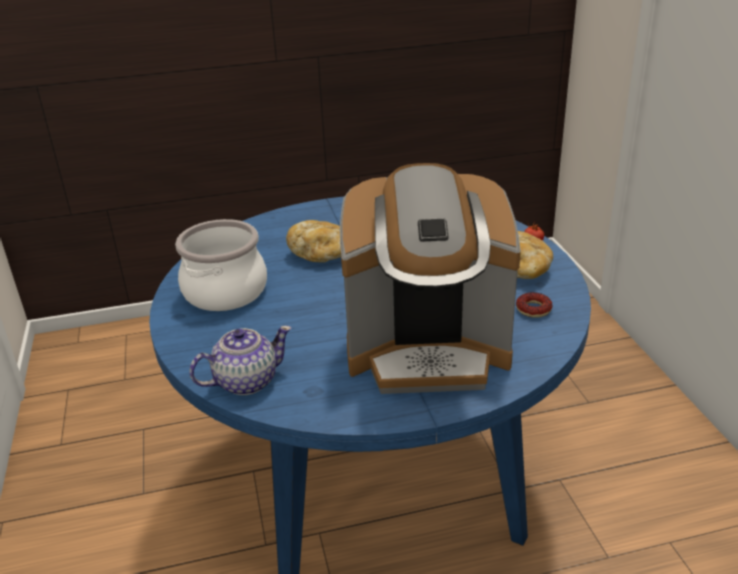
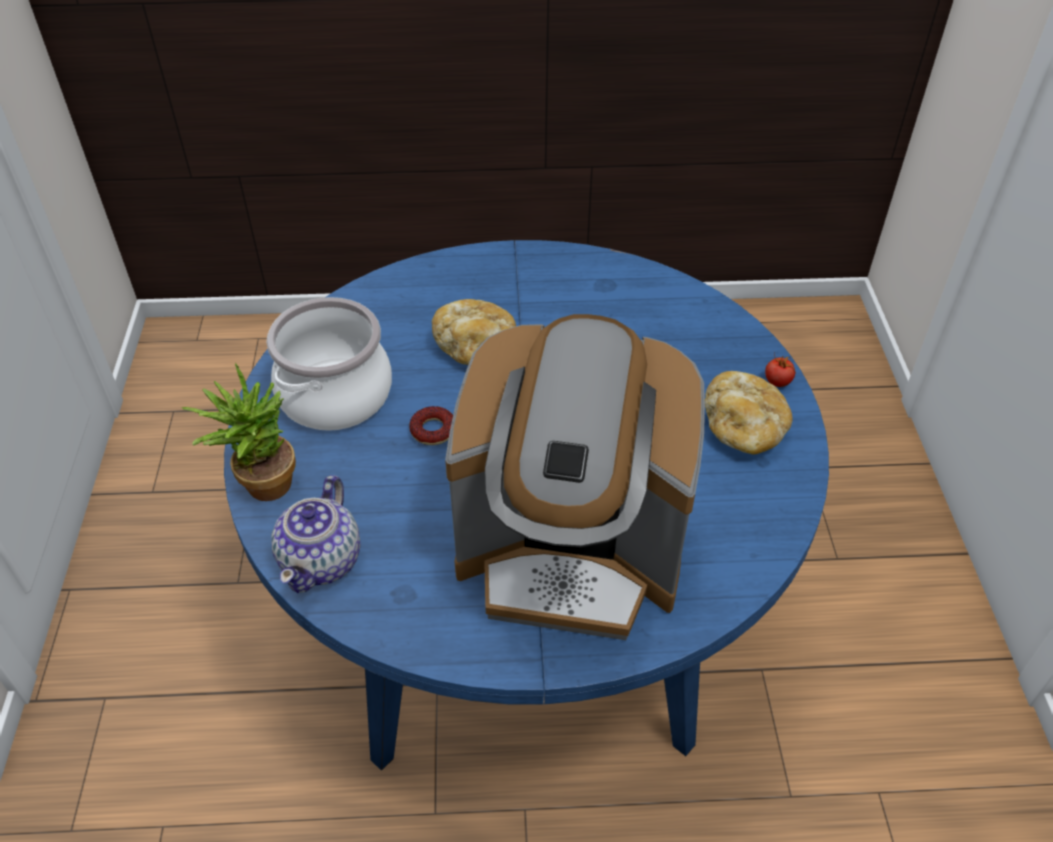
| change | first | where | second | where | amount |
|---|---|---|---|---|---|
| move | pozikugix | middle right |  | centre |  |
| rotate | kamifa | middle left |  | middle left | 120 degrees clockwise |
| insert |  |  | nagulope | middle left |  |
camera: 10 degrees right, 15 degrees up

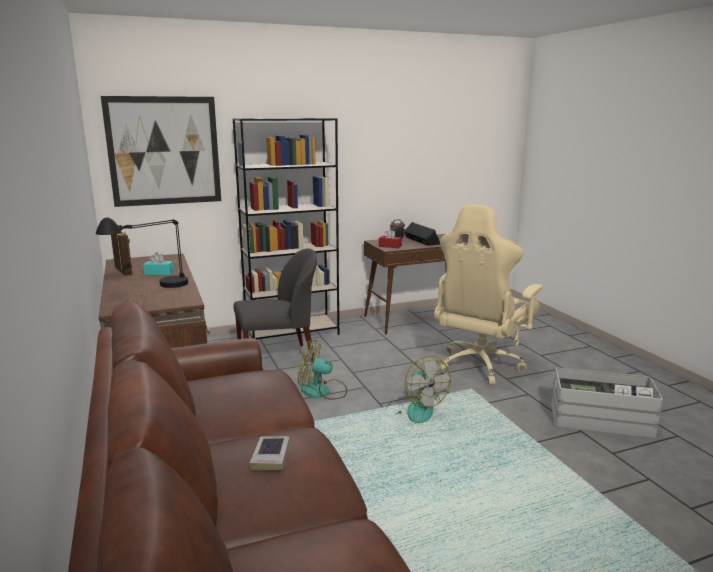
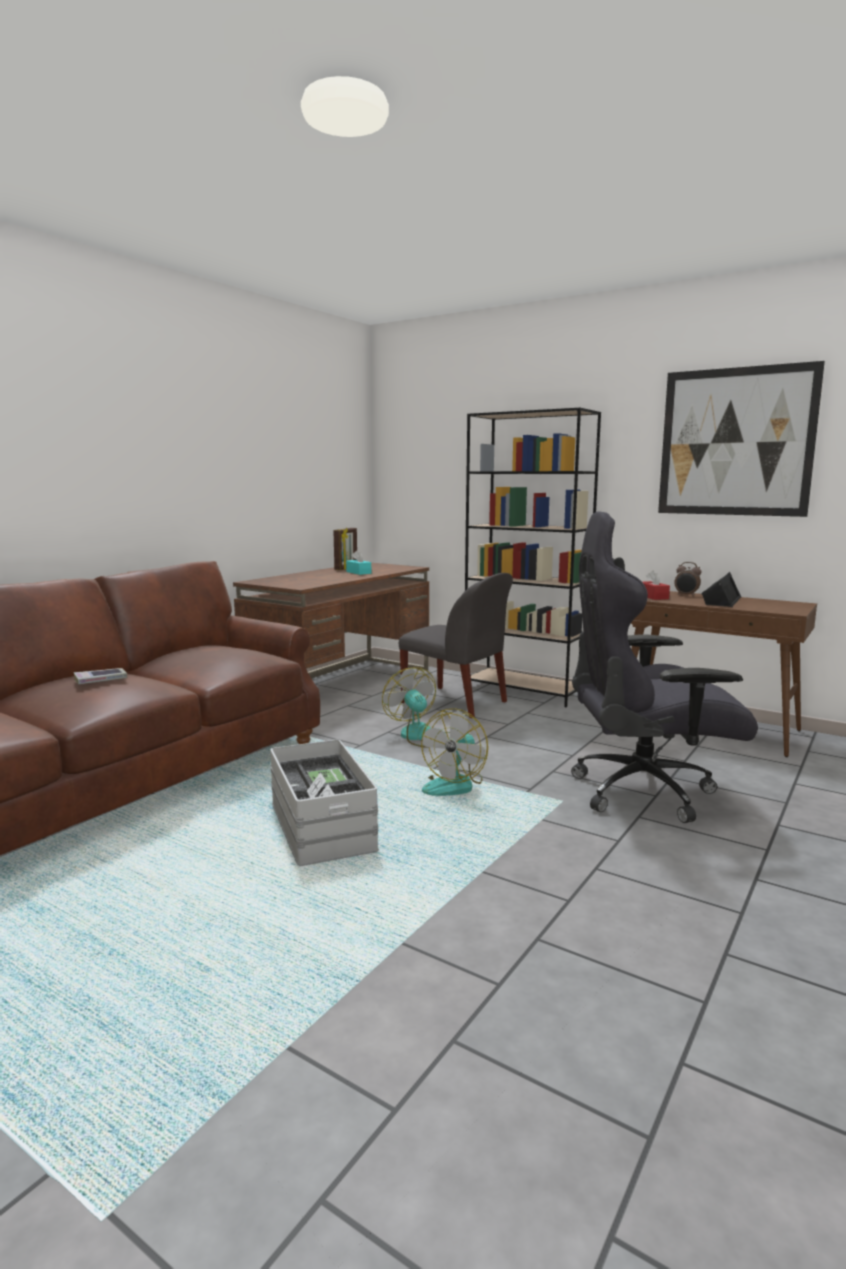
| change | first | where | second | where | amount |
|---|---|---|---|---|---|
| move | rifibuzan | top left |  | middle right |  |
| recolor | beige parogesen | middle right | black parogesen | middle right |  |
| delete | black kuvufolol | middle left |  |  |  |
| move | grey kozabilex | bottom right |  | centre |  |
camera: 55 degrees right, 5 degrees down

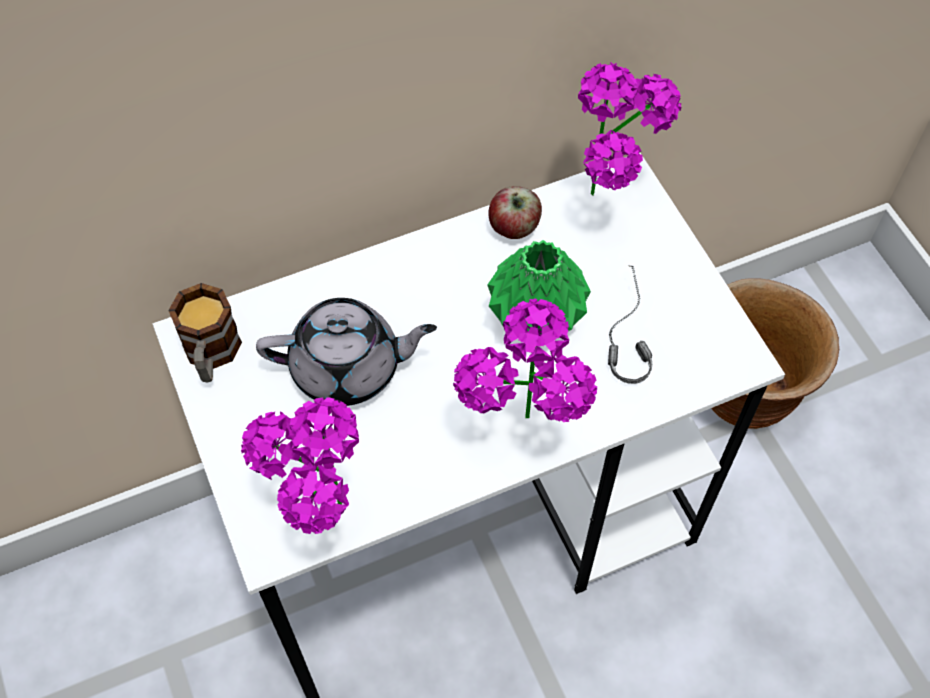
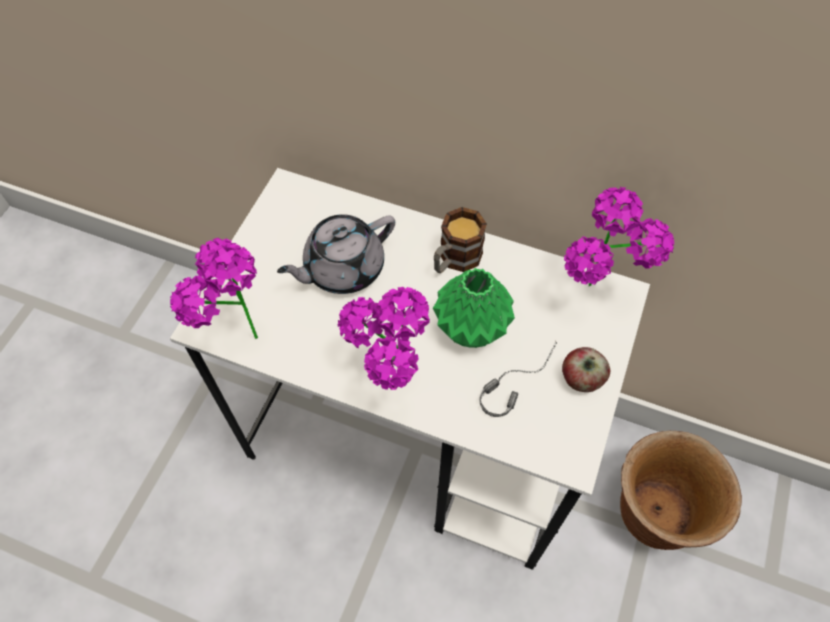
| change | first | where | second | where | amount |
|---|---|---|---|---|---|
| move | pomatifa | top centre |  | middle right |  |
| move | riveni | middle left |  | centre |  |
| rotate | grey kamifa | centre |  | centre | 105 degrees clockwise |
camera: 45 degrees right, 0 degrees up

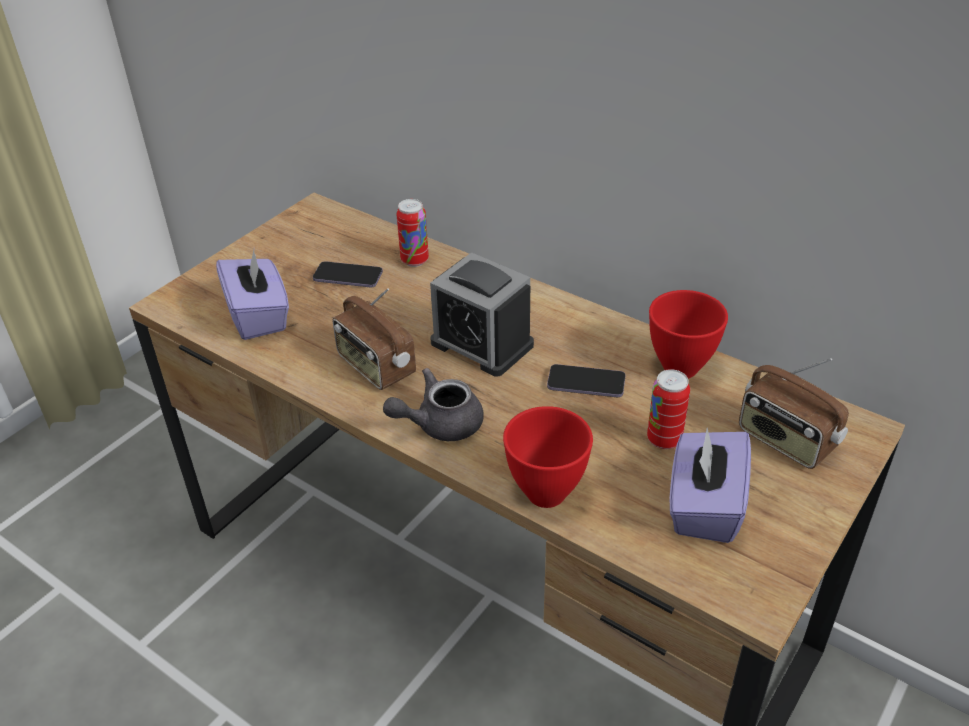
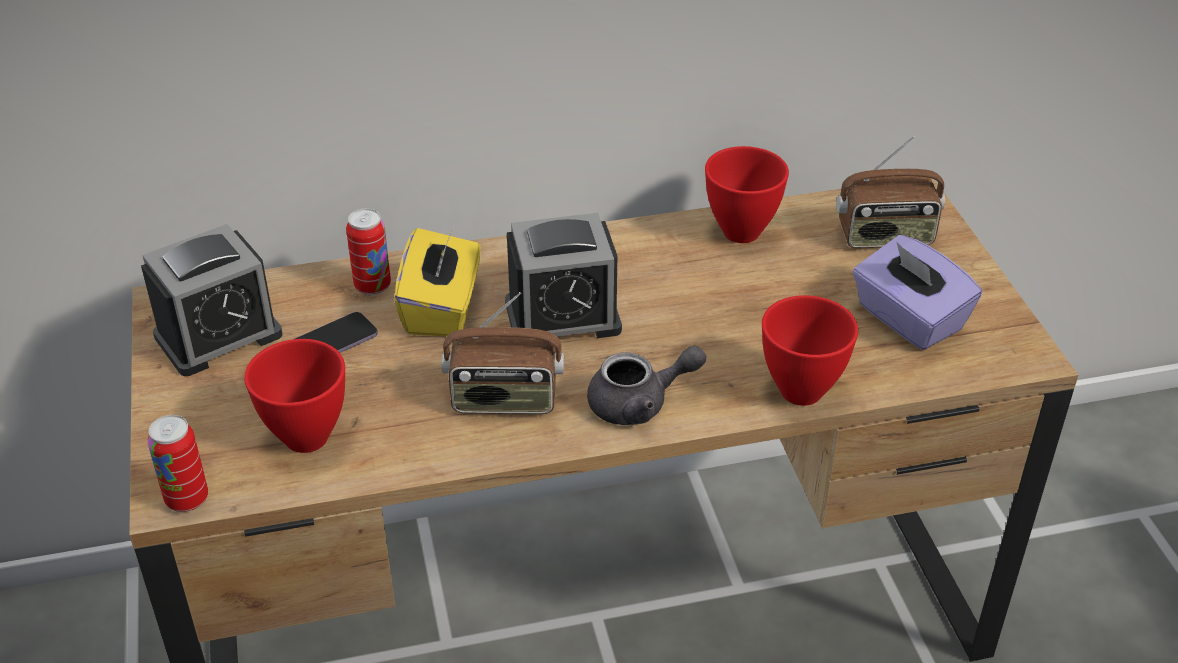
| change | first | where | second | where | amount |
|---|---|---|---|---|---|
| replace | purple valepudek (1st from left) | middle left | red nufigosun (1st from left) | middle left |  |
| delete | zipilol (2nd from left) | centre |  |  |  |
| rotate | grey kamifa | centre |  | centre | 120 degrees counterclockwise |
| move | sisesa (2nd from left in the first image) | middle right | sisesa (1st from left) | bottom left |  |
| insert |  |  | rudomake (1st from left) | middle left |  |
| insert |  |  | yellow valepudek | centre |  |
camera: 50 degrees left, 0 degrees up

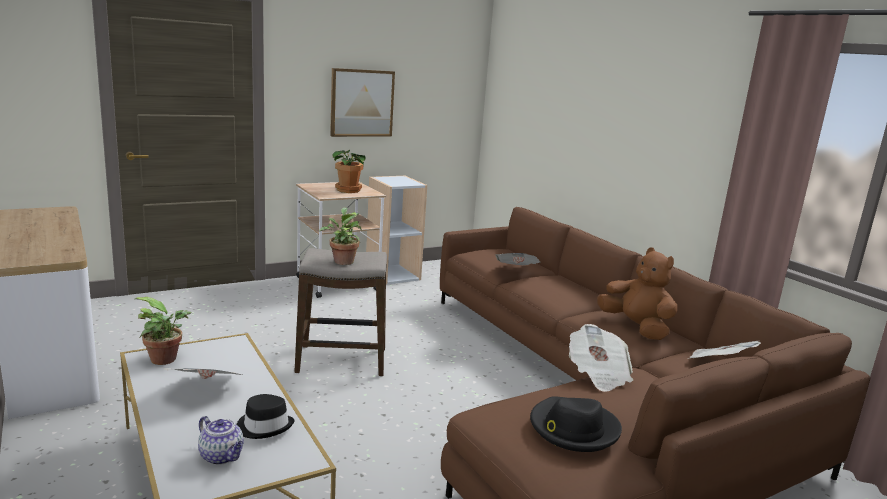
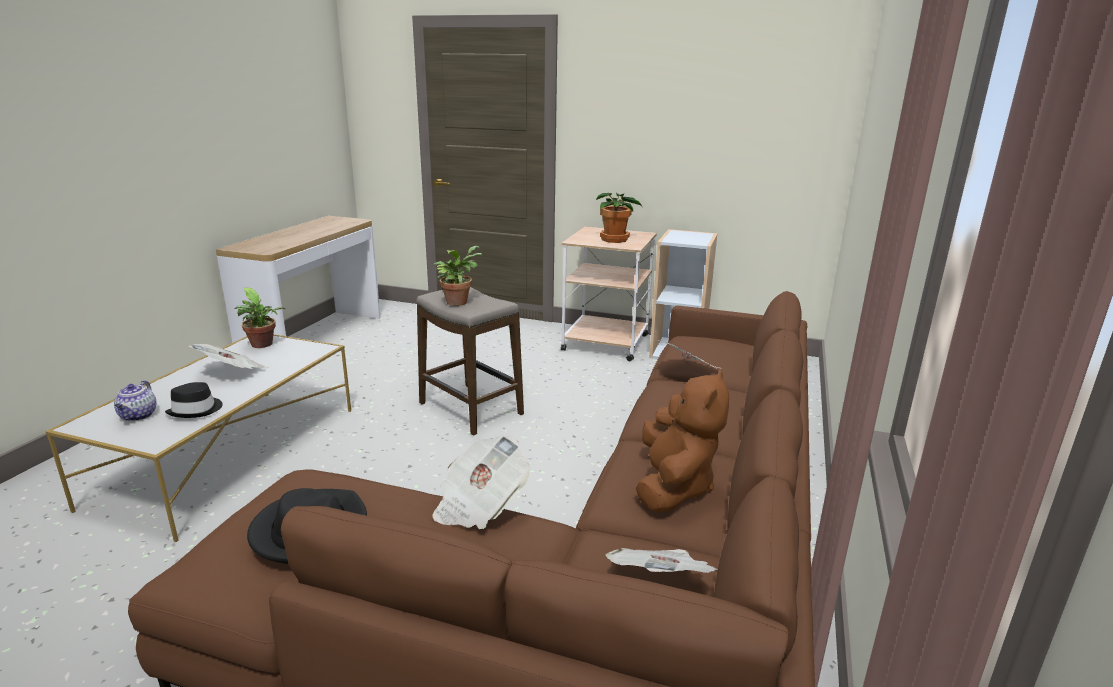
| change | first | where | second | where | amount |
|---|---|---|---|---|---|
| delete | rifibuzan | top centre |  |  |  |
camera: 50 degrees right, 5 degrees up

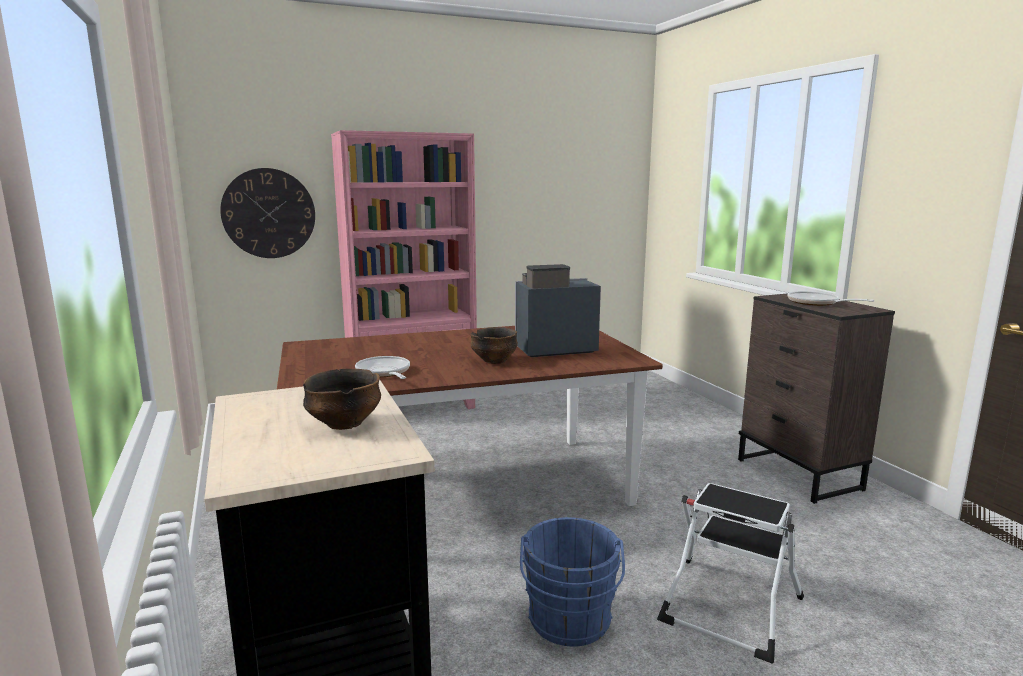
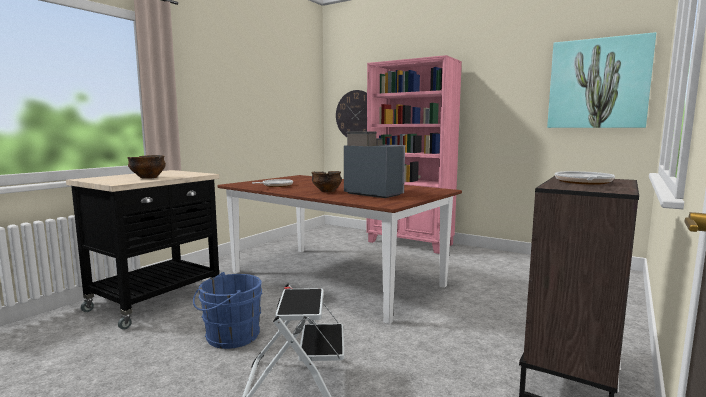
| change | first | where | second | where | amount |
|---|---|---|---|---|---|
| insert |  |  | rifibuzan | top right |  |
camera: 55 degrees right, 5 degrees down

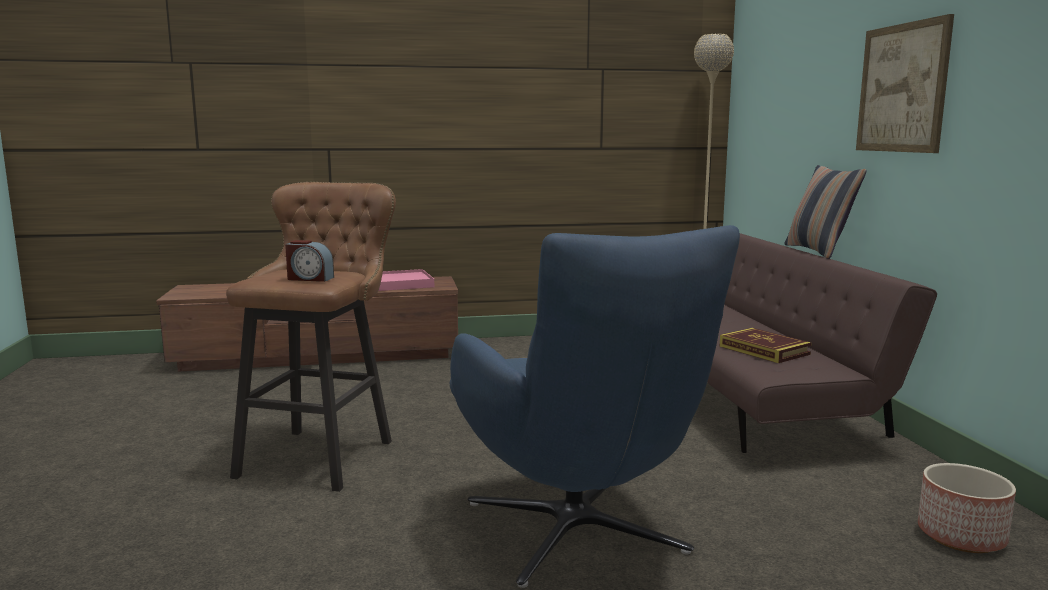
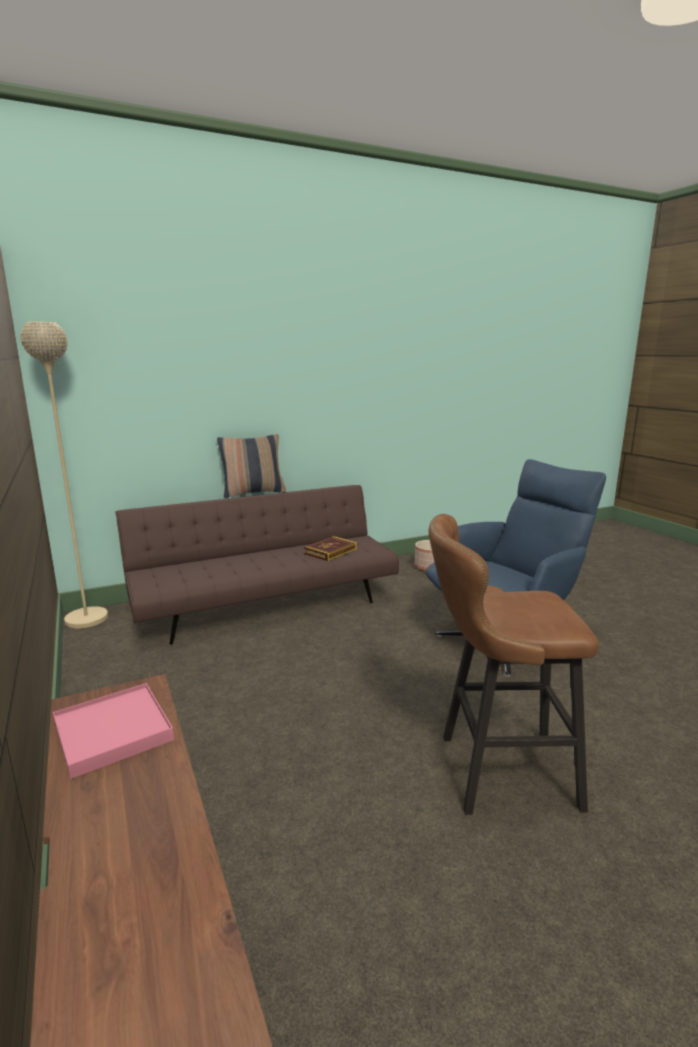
| change | first | where | second | where | amount |
|---|---|---|---|---|---|
| delete | rifibuzan | top right |  |  |  |
| delete | rudomake | middle left |  |  |  |
camera: 105 degrees left, 5 degrees up

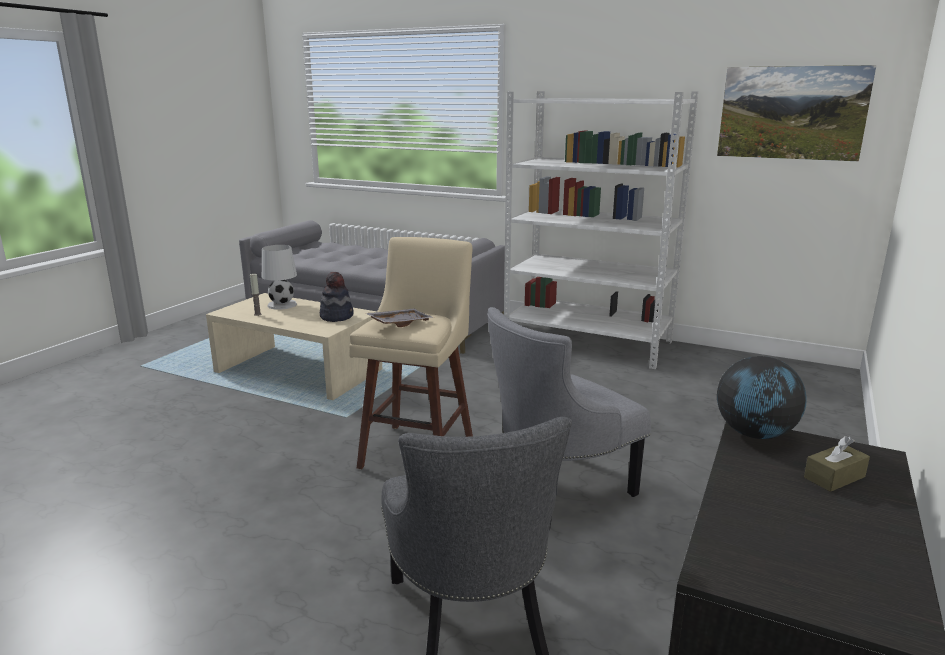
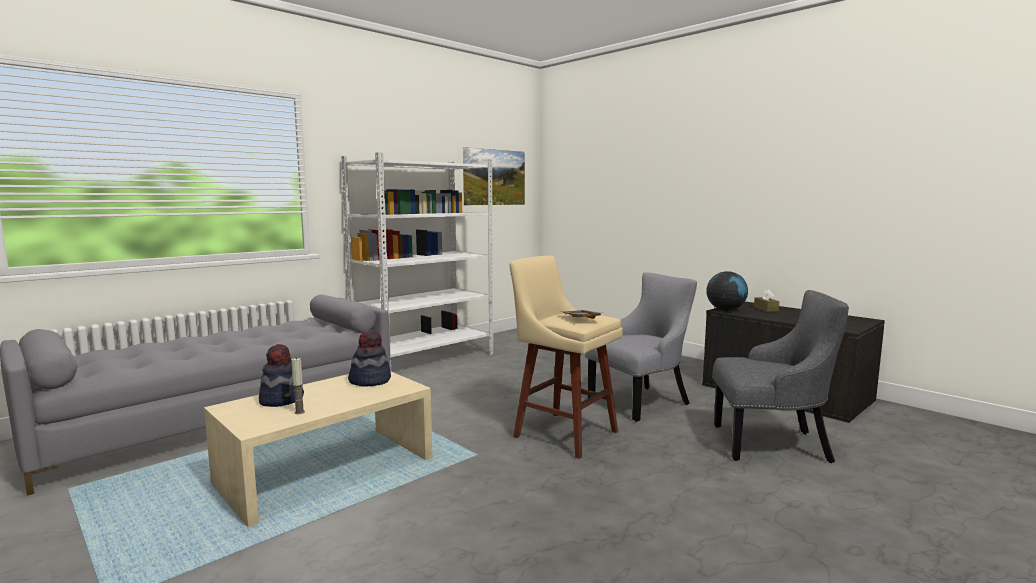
| change | first | where | second | where | amount |
|---|---|---|---|---|---|
| replace | white kuvufolol | middle left | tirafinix (1st from left) | middle left |  |
| rotate | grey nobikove (2nd from left in the first image) | centre | grey nobikove (1st from left) | centre | 105 degrees counterclockwise |
camera: 70 degrees left, 10 degrees down

